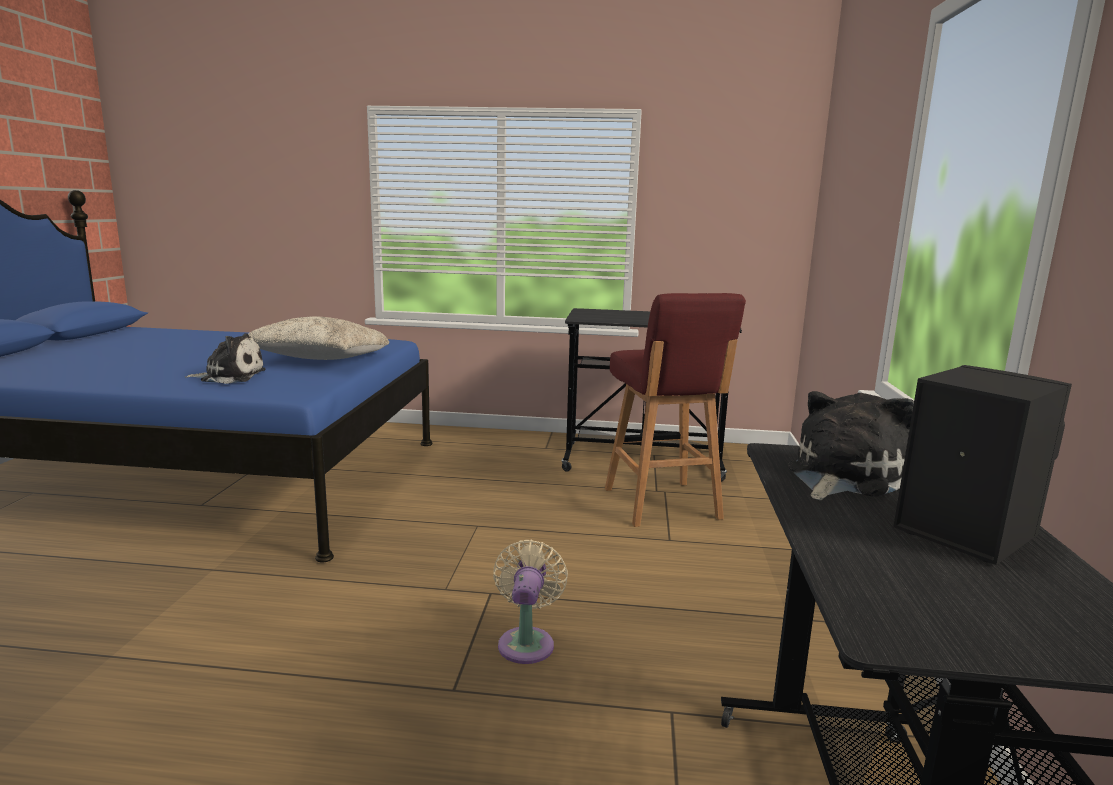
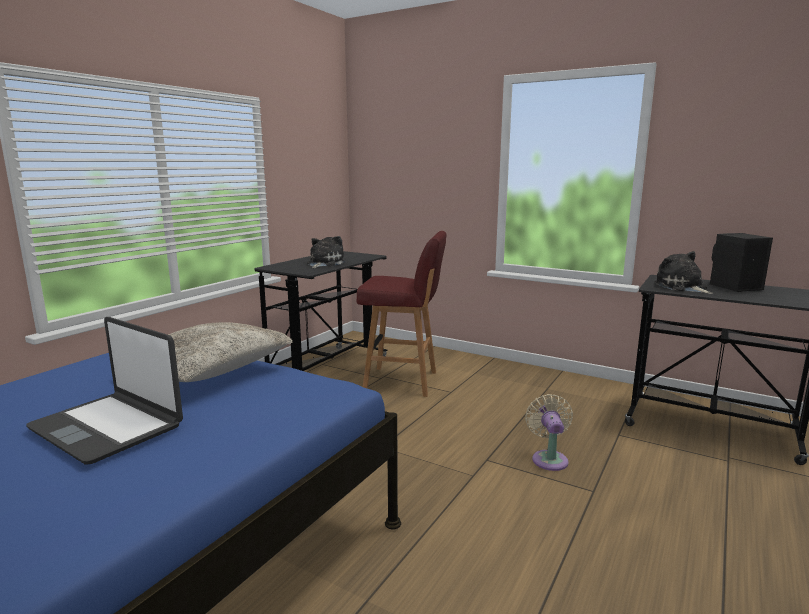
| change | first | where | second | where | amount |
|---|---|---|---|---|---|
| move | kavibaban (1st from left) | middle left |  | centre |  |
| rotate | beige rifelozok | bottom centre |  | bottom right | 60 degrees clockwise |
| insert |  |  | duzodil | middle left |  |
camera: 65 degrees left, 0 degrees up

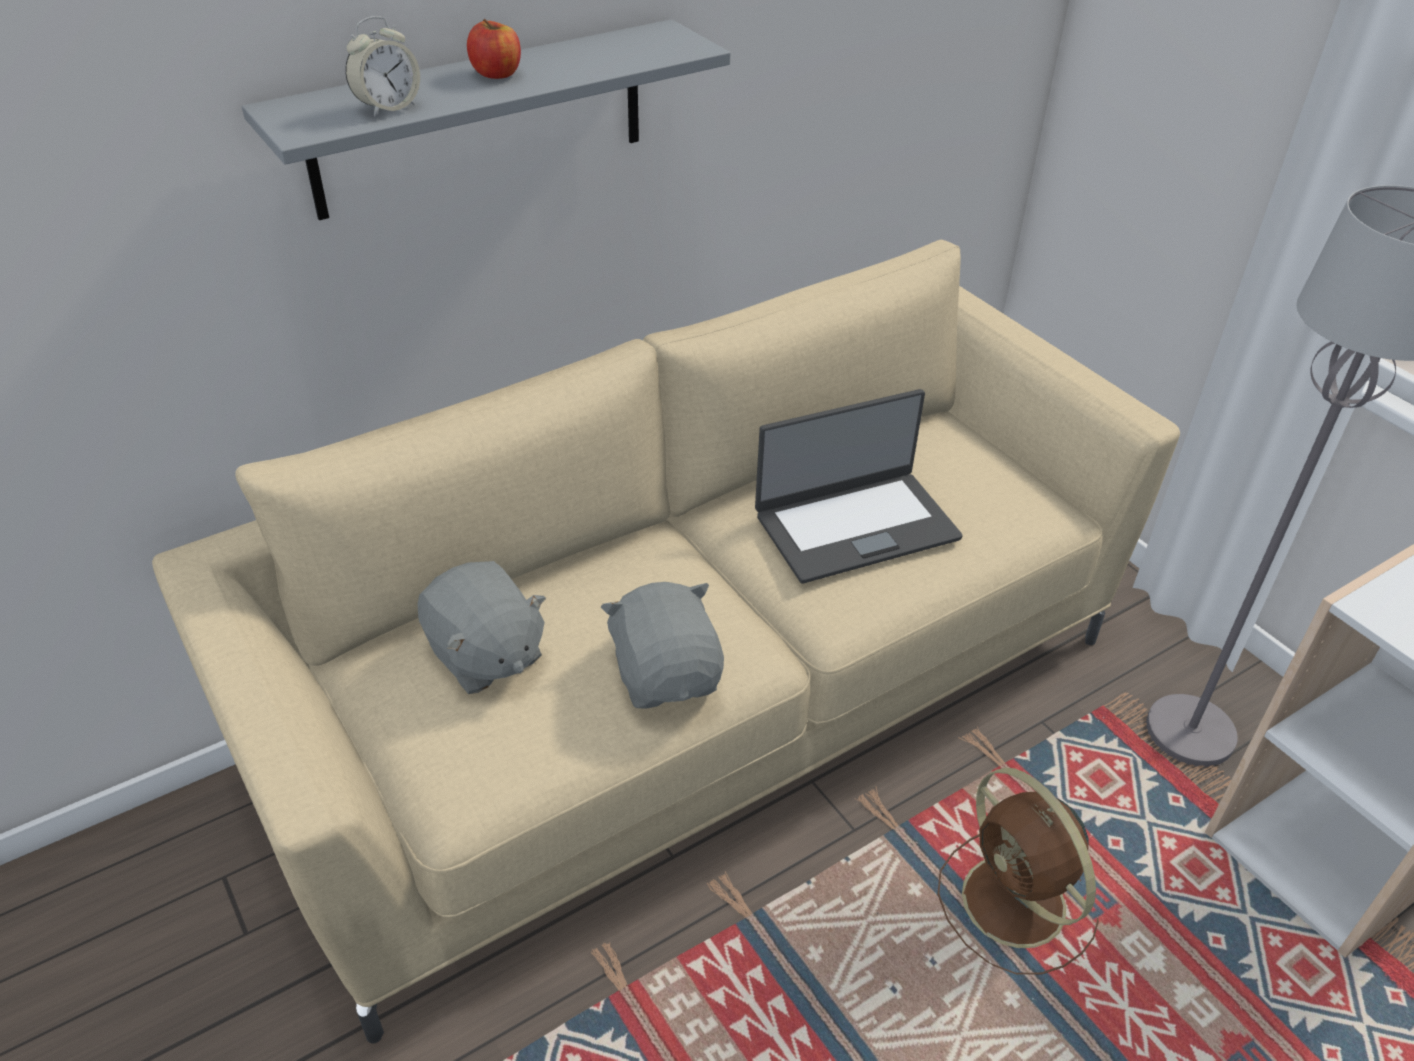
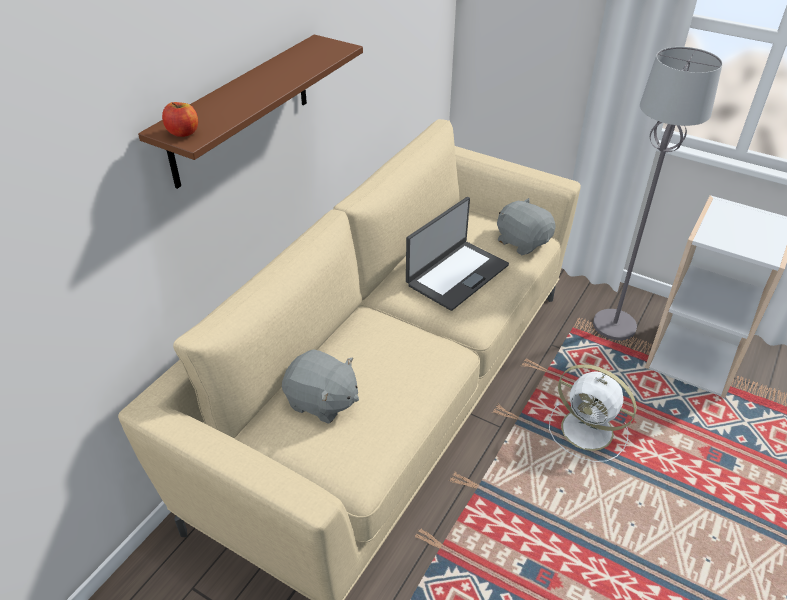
| change | first | where | second | where | amount |
|---|---|---|---|---|---|
| delete | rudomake | top left |  |  |  |
| recolor | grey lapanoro | top centre | brown lapanoro | top left |  |
| move | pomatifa | top centre |  | top left |  |
| move | grey kavibaban (2nd from left) | centre |  | middle right |  |
| recolor | brown rifelozok | bottom right | white rifelozok | bottom right |  |
camera: 25 degrees left, 0 degrees up

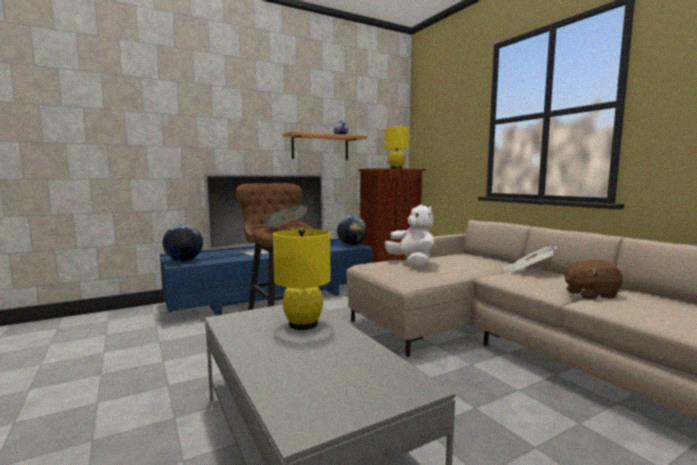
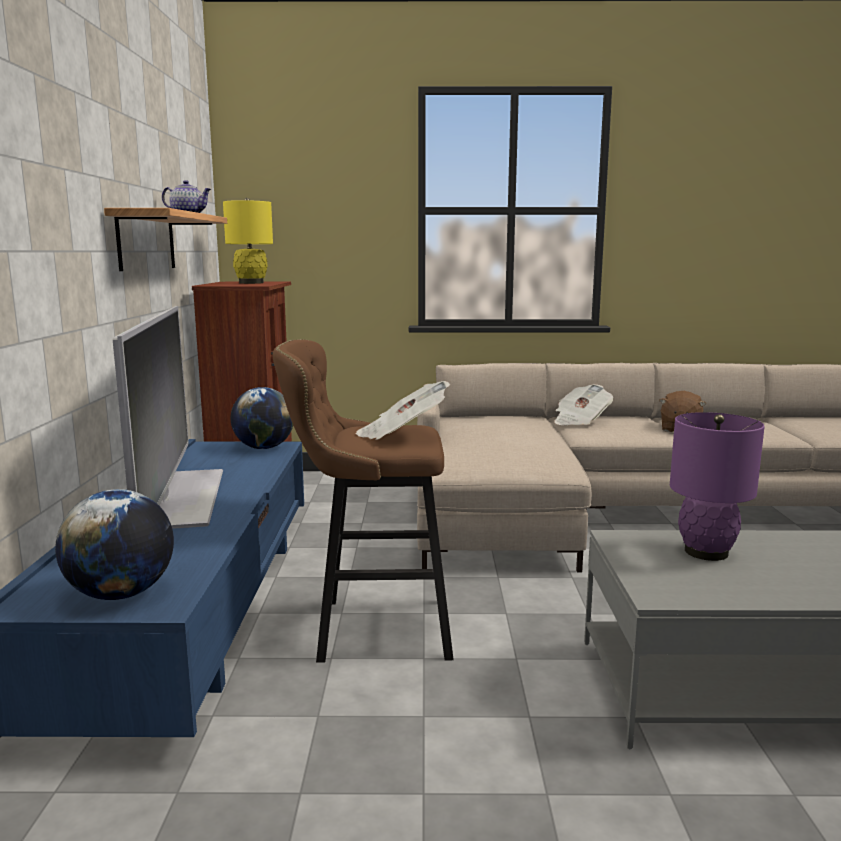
| change | first | where | second | where | amount |
|---|---|---|---|---|---|
| delete | white kavibaban | centre |  |  |  |
| recolor | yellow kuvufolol (1st from left) | centre | purple kuvufolol | middle right |  |
camera: 60 degrees left, 5 degrees up

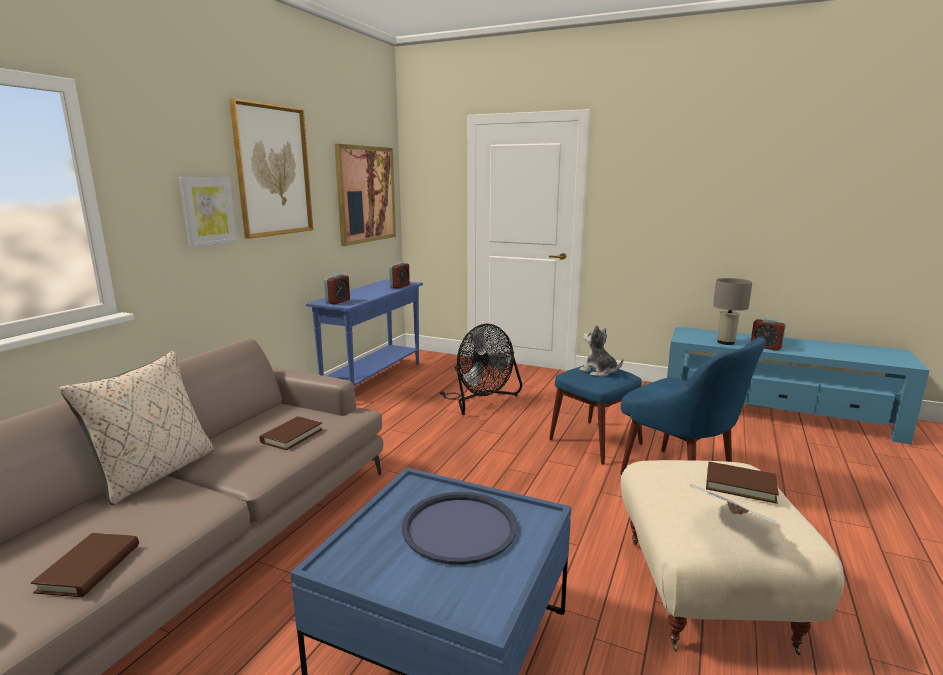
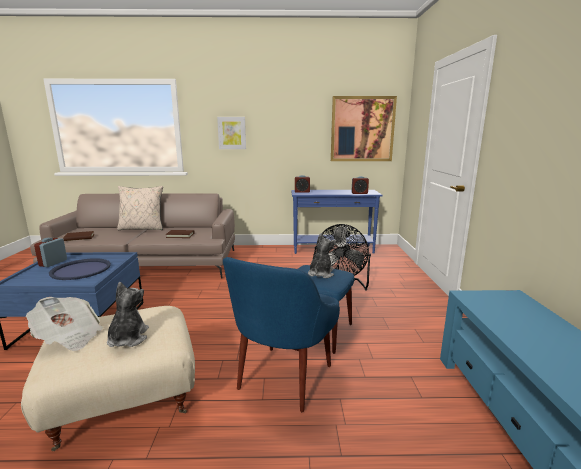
| change | first | where | second | where | amount |
|---|---|---|---|---|---|
| delete | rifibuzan (2nd from left) | top left |  |  |  |
| delete | grey kuvufolol | middle right |  |  |  |
| move | rudomake (3rd from left in the first image) | middle right | rudomake (1st from left) | middle left |  |
| replace | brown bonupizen (3rd from left) | bottom right | kavibaban (1st from left) | bottom left |  |
camera: 65 degrees right, 0 degrees up

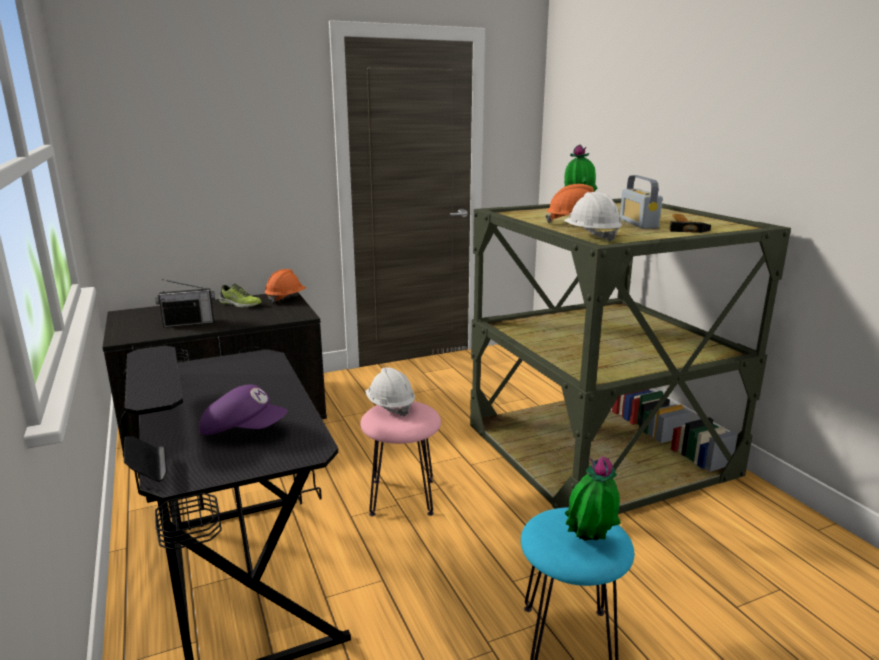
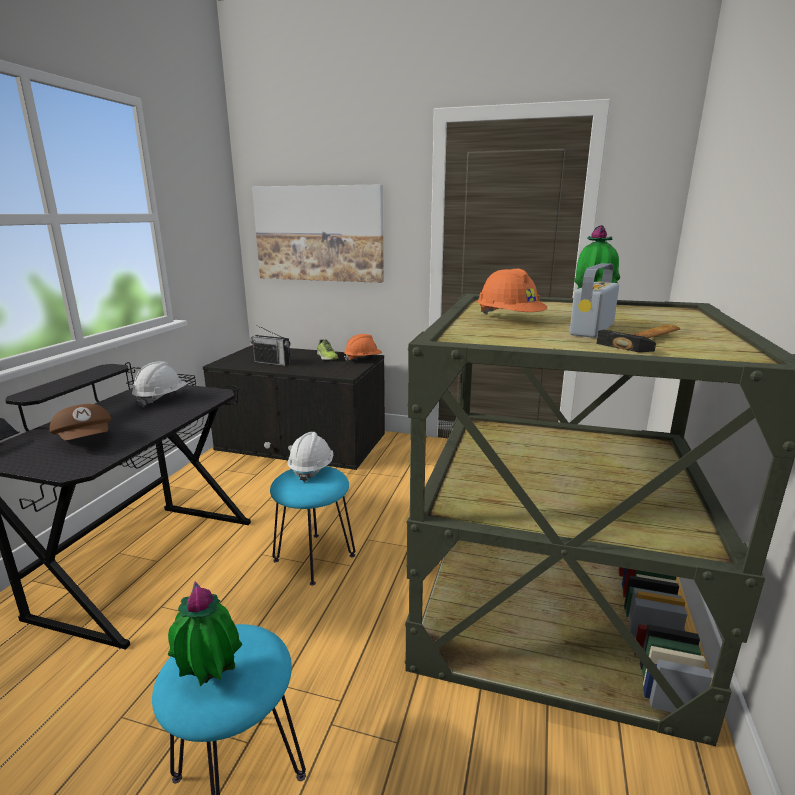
| change | first | where | second | where | amount |
|---|---|---|---|---|---|
| move | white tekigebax (2nd from left in the first image) | top right | white tekigebax (1st from left) | middle left |  |
| recolor | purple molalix | middle left | brown molalix | middle left |  |
| recolor | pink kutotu | bottom centre | turquoise kutotu (2nd from left) | centre |  |
| insert |  |  | rifibuzan | top centre |  |
camera: 40 degrees right, 0 degrees up

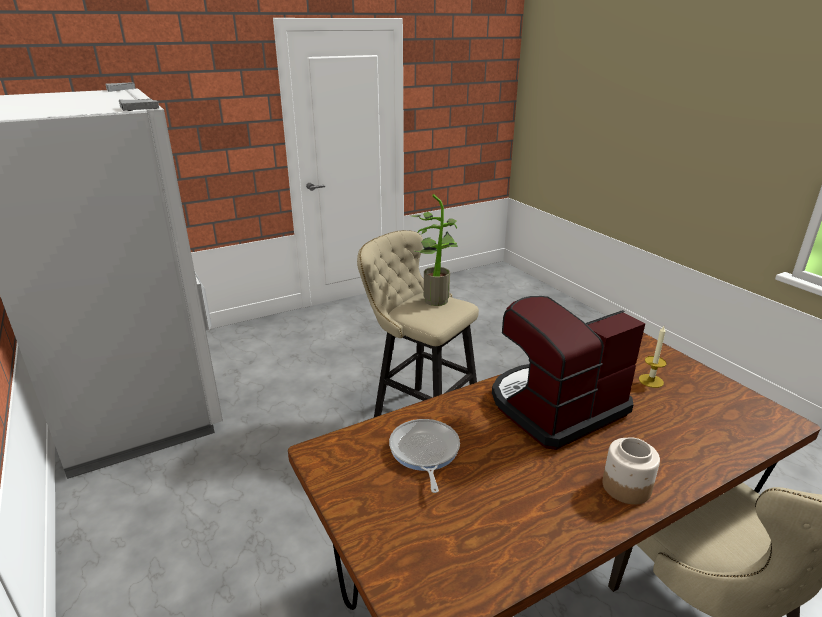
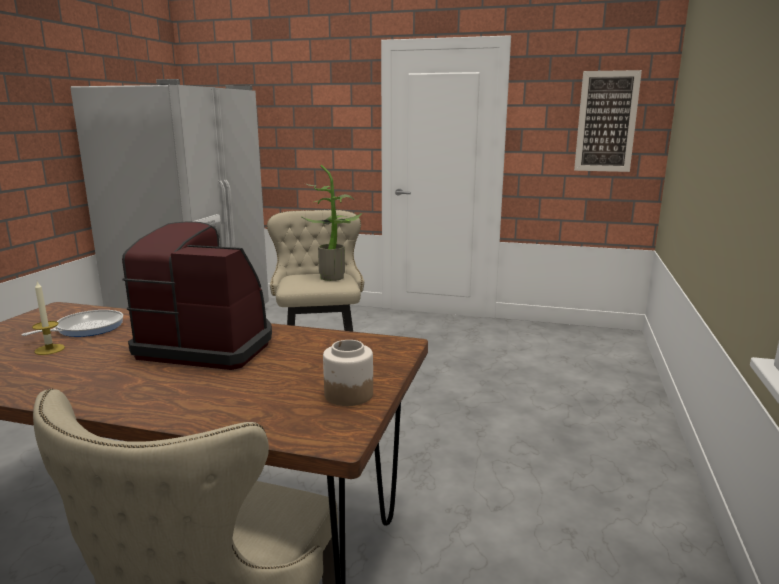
| change | first | where | second | where | amount |
|---|---|---|---|---|---|
| move | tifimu | middle right |  | middle left |  |
| move | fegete | bottom right |  | centre |  |
| insert |  |  | rifibuzan | top right |  |
camera: 45 degrees right, 10 degrees down

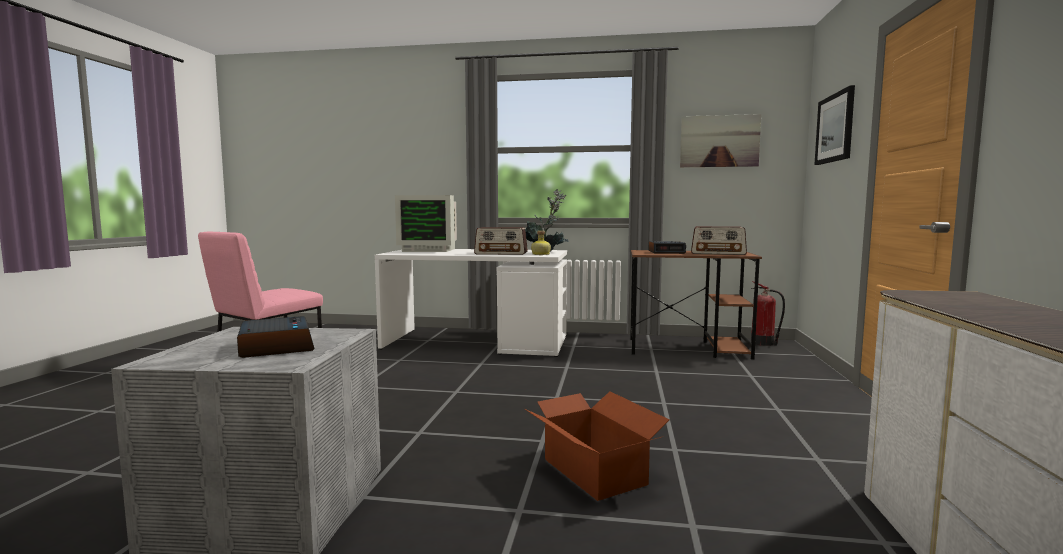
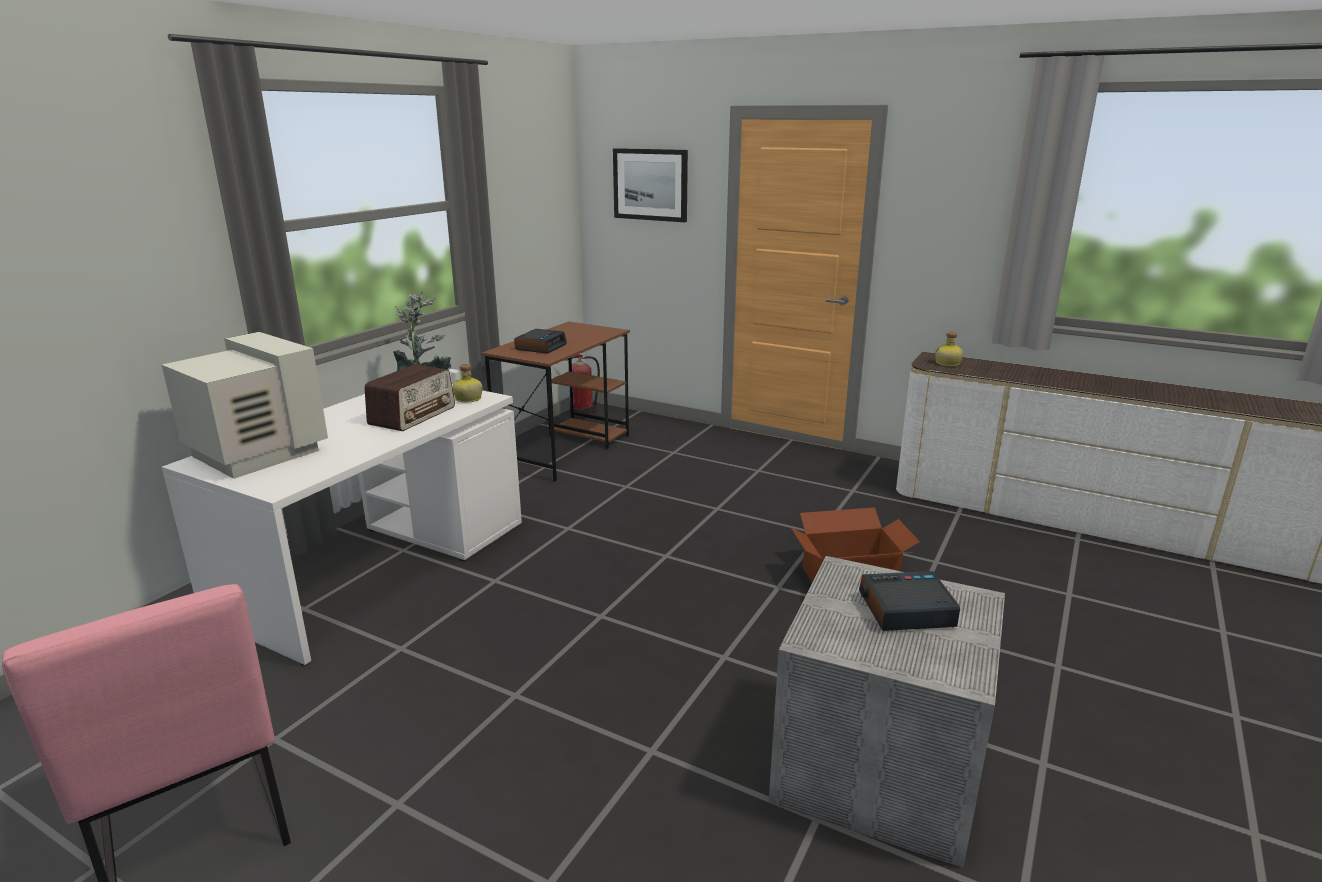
| change | first | where | second | where | amount |
|---|---|---|---|---|---|
| delete | rifibuzan (1st from left) | top right |  |  |  |
| rotate | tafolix | centre |  | middle left | 75 degrees counterclockwise |
| delete | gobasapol (2nd from left) | middle right |  |  |  |
| insert |  |  | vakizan (2nd from left) | middle right |  |
camera: 70 degrees left, 15 degrees up

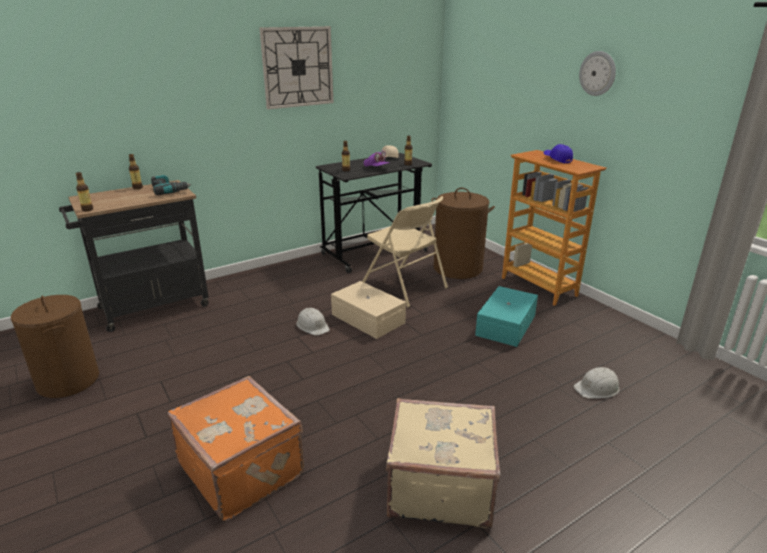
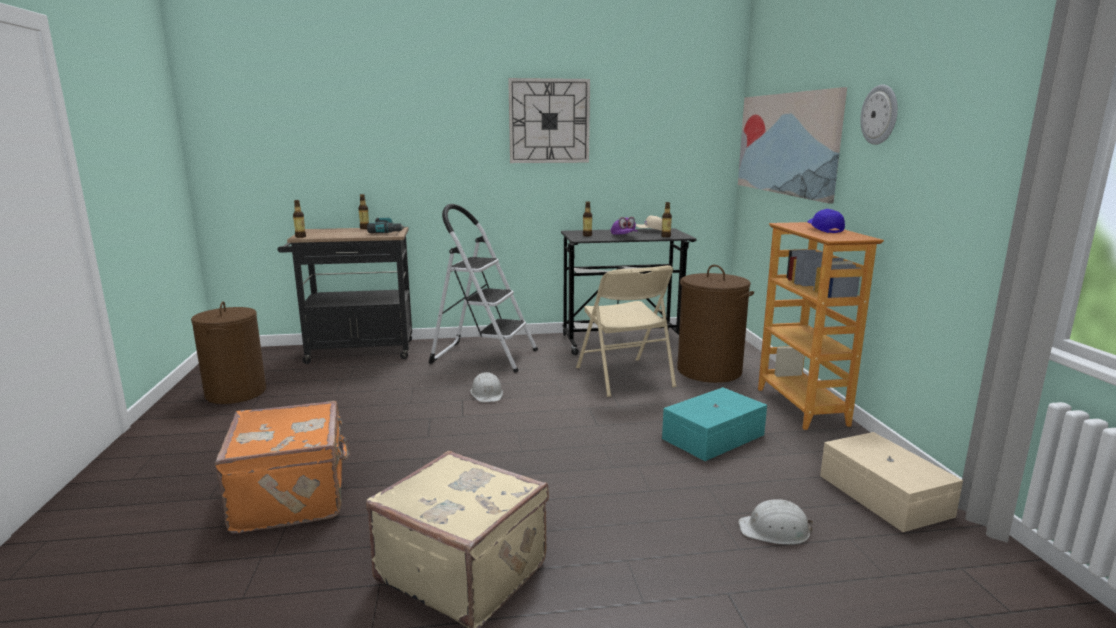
| change | first | where | second | where | amount |
|---|---|---|---|---|---|
| move | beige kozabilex | centre |  | bottom right |  |
| insert |  |  | rifibuzan | top right |  |
| insert |  |  | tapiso | centre |  |
camera: 25 degrees right, 10 degrees down

